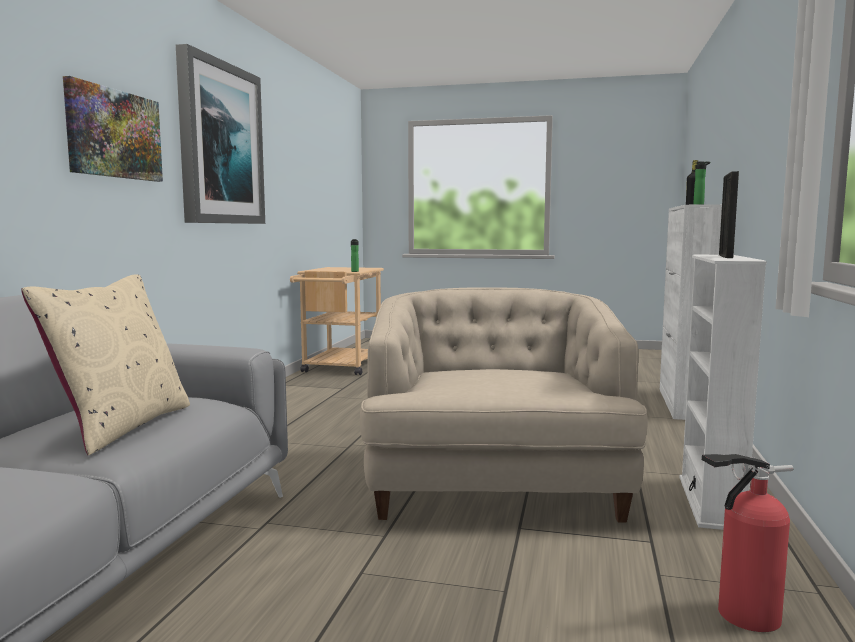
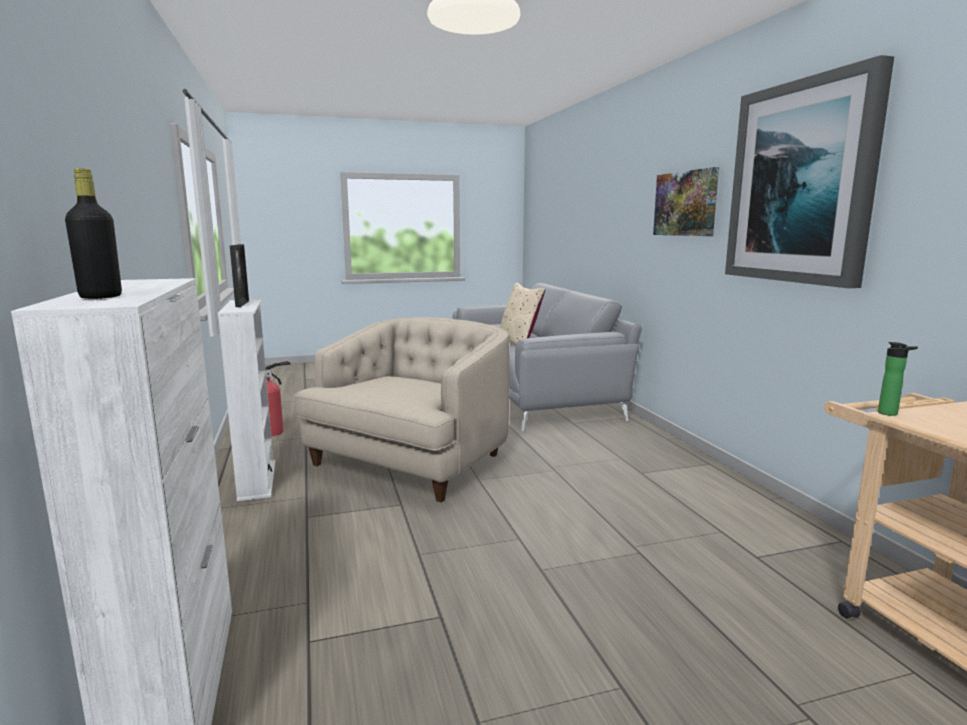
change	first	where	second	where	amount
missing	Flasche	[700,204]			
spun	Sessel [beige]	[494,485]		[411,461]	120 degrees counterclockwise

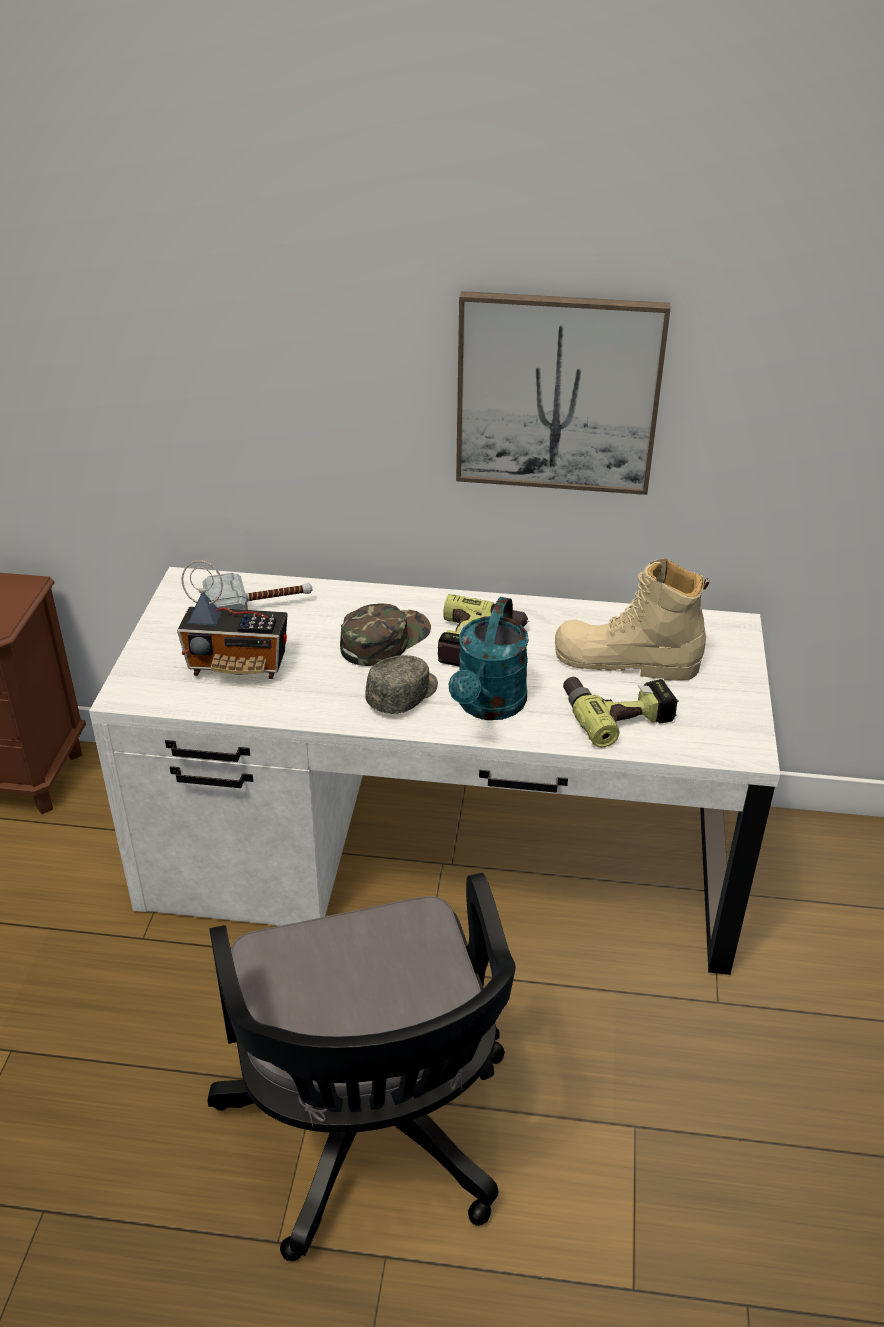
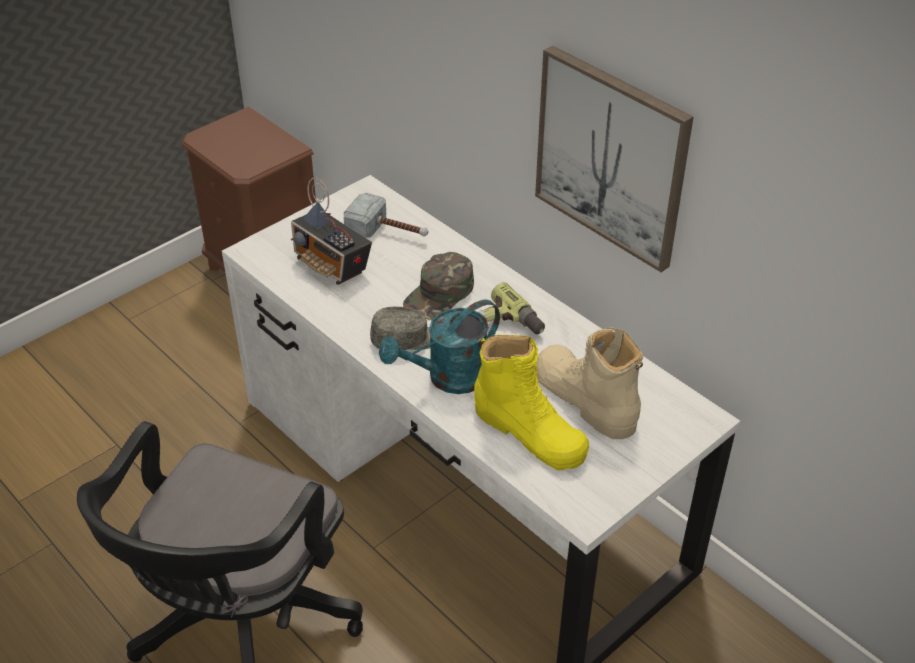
change	first	where	second	where	amount
spun	Kappe [grün]	[384,639]		[440,294]	135 degrees clockwise
exchanged	Bohrmaschine	[617,712]	Stiefel [gelb]	[529,432]	

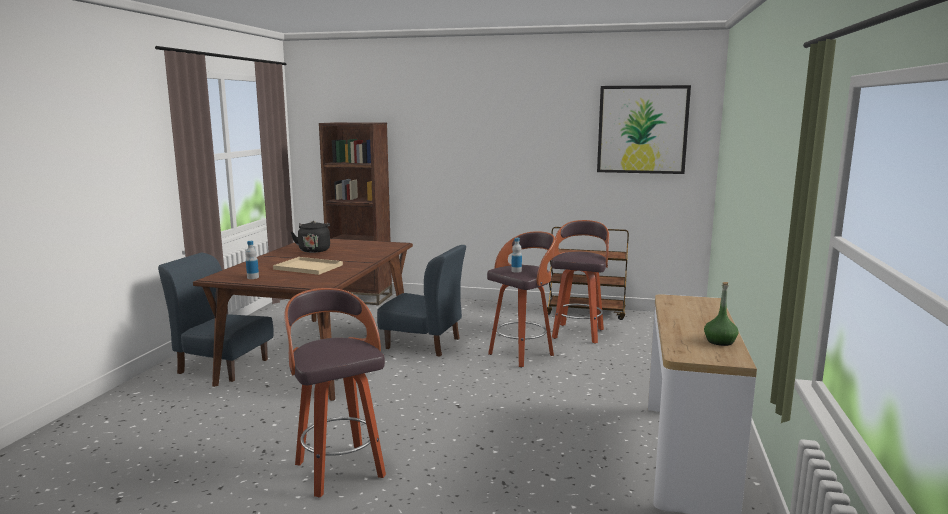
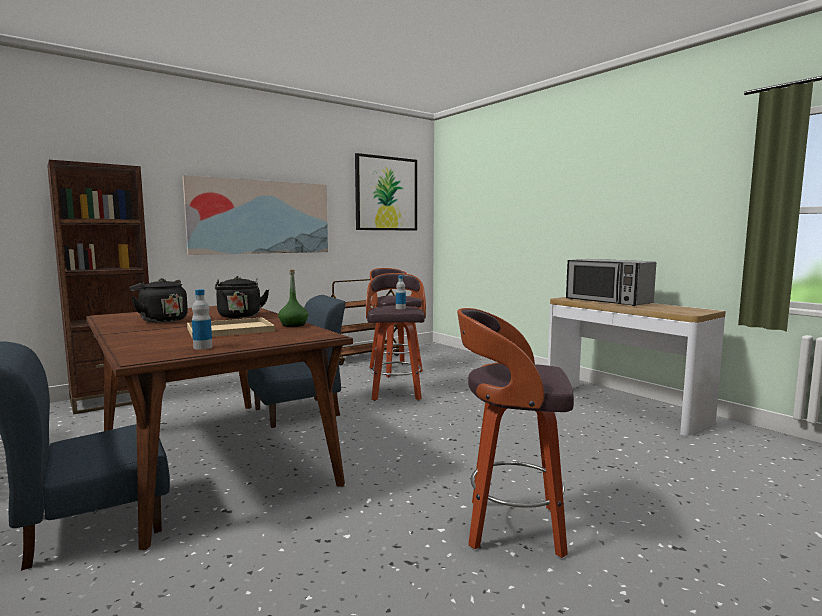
change	first	where	second	where	amount
relocated	Flasche [grün]	[720,341]		[293,325]	
appeared			Bild	[261,217]	
appeared			Mikrowelle	[608,301]	
appeared			Wasserkessel [schwarz]	[240,316]	

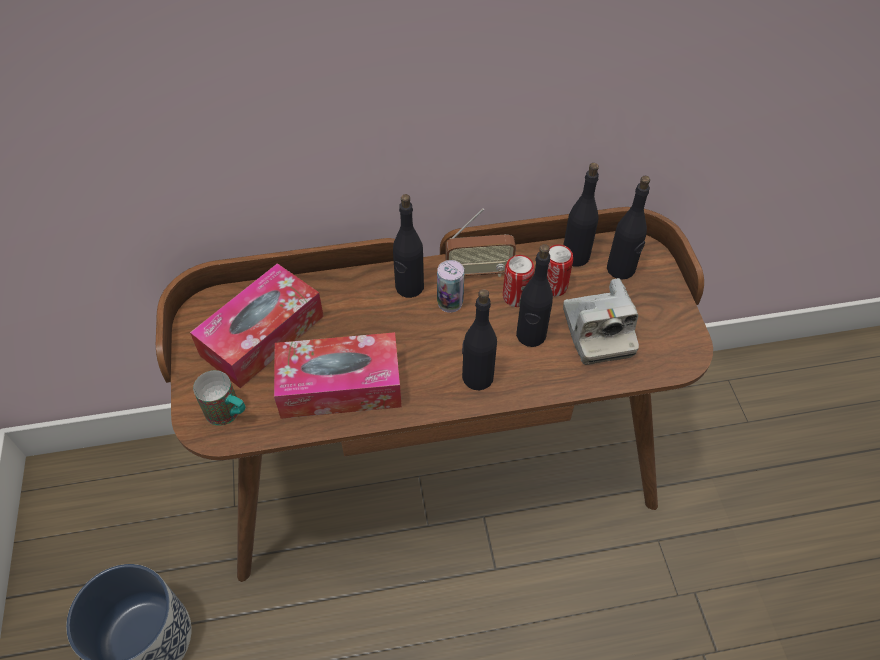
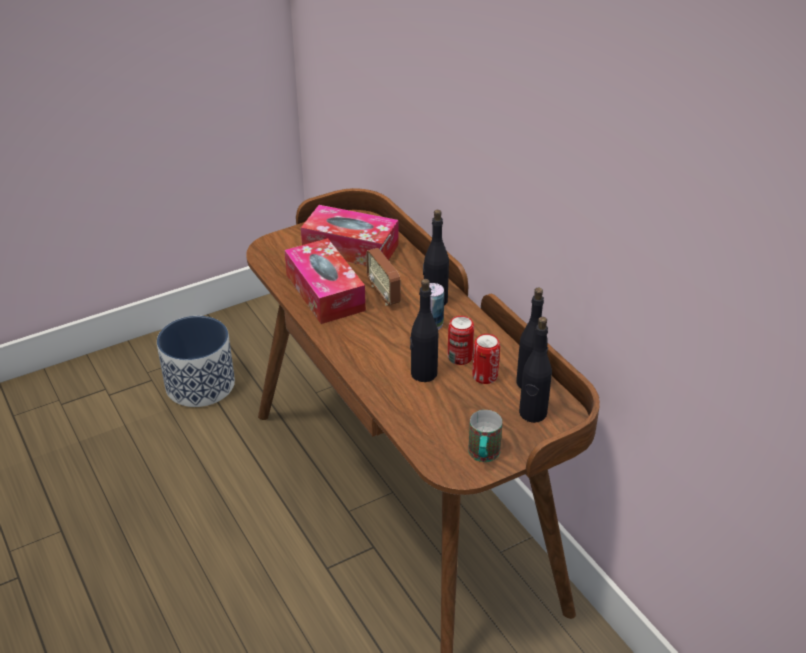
change	first	where	second	where	amount
relocated	Radio	[478,272]		[384,294]	
missing	Kamera	[597,332]			
missing	Flasche [schwarz]	[477,377]			
relocated	Henkelbecher	[229,414]		[483,456]	

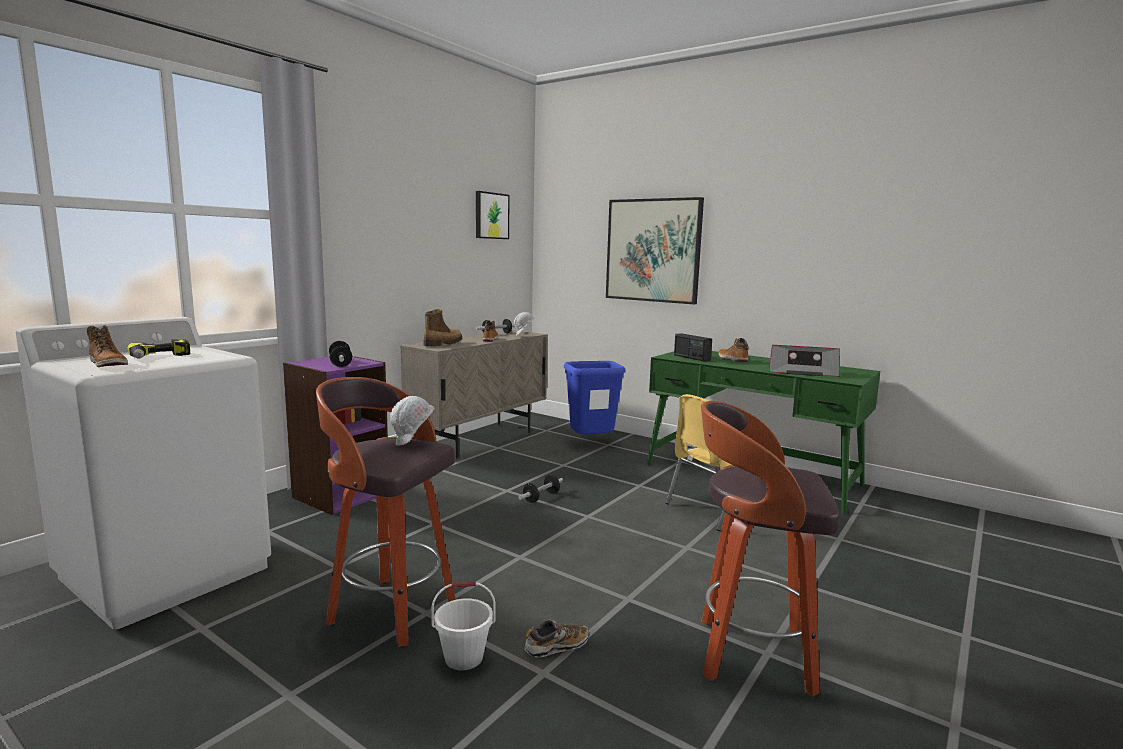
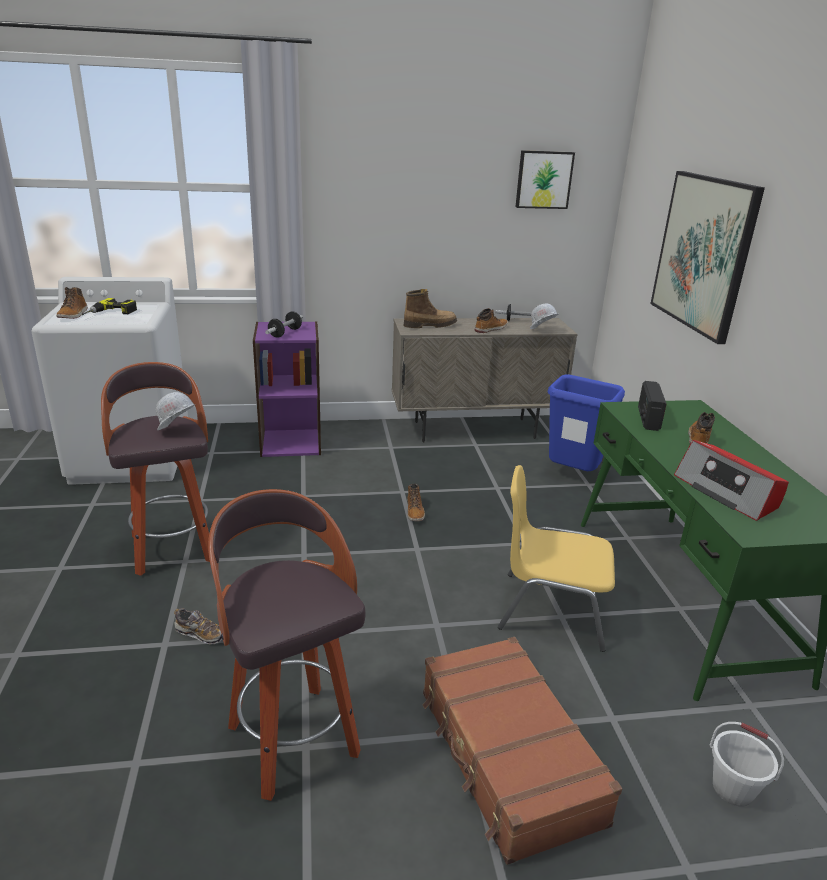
change	first	where	second	where	amount
exchanged	Hantel	[541,497]	Stiefel	[415,512]	
relocated	Eimer [weiß]	[463,658]		[732,789]	
appeared			Koffer [braun]	[507,756]	

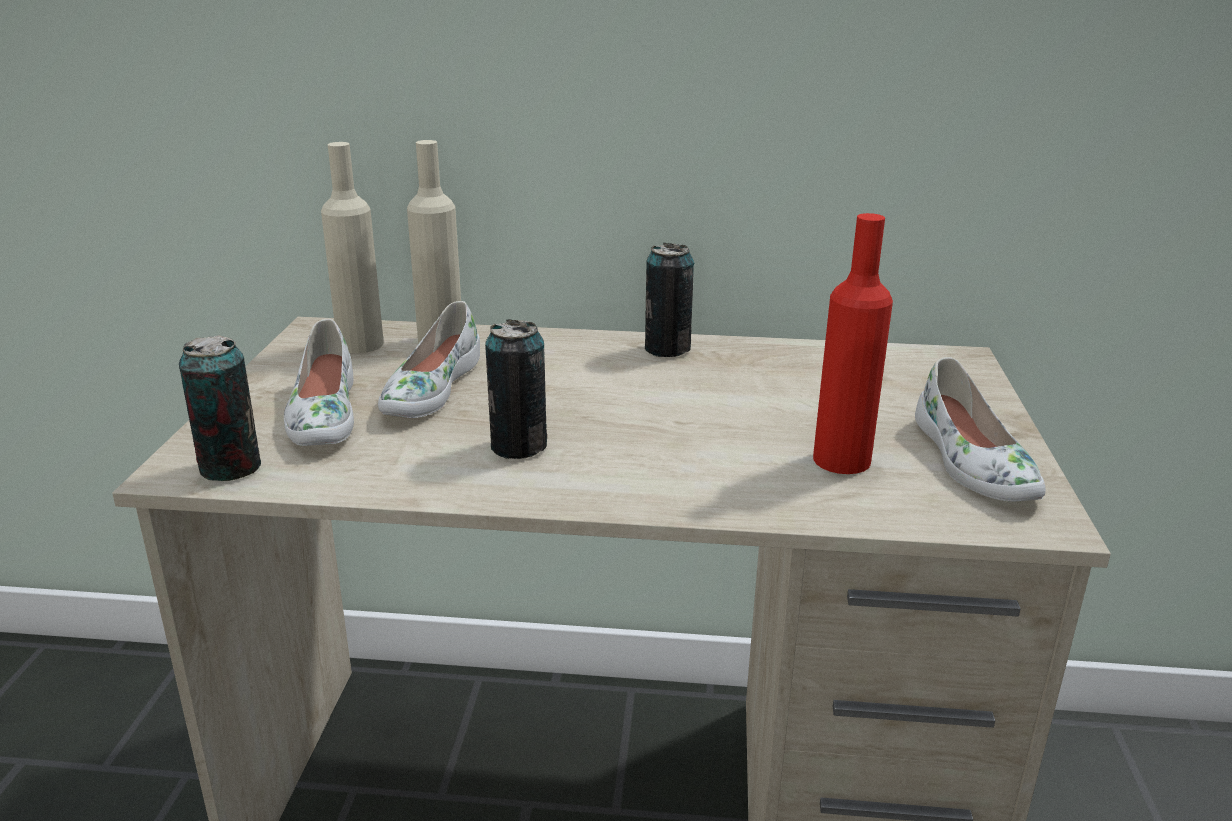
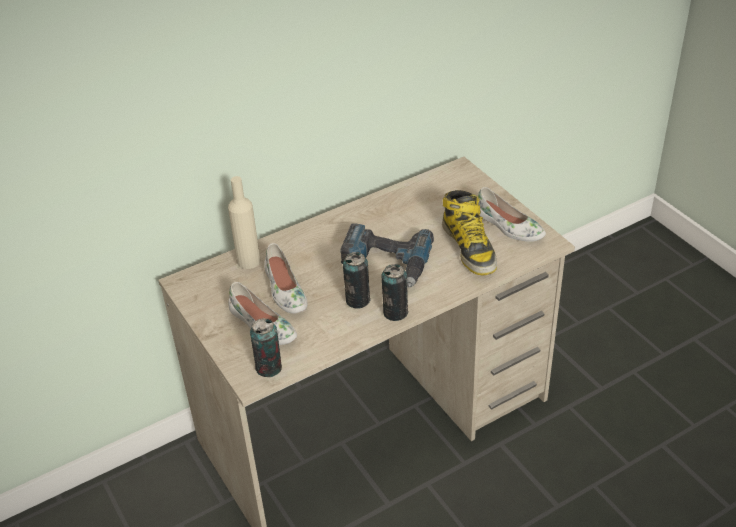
change	first	where	second	where	amount
missing	Flasche [beige]	[360,344]			
exchanged	Flasche [rot]	[841,460]	Stiefel	[469,247]	
relocated	Dose	[667,349]		[395,312]	
appeared			Bohrmaschine	[385,262]	

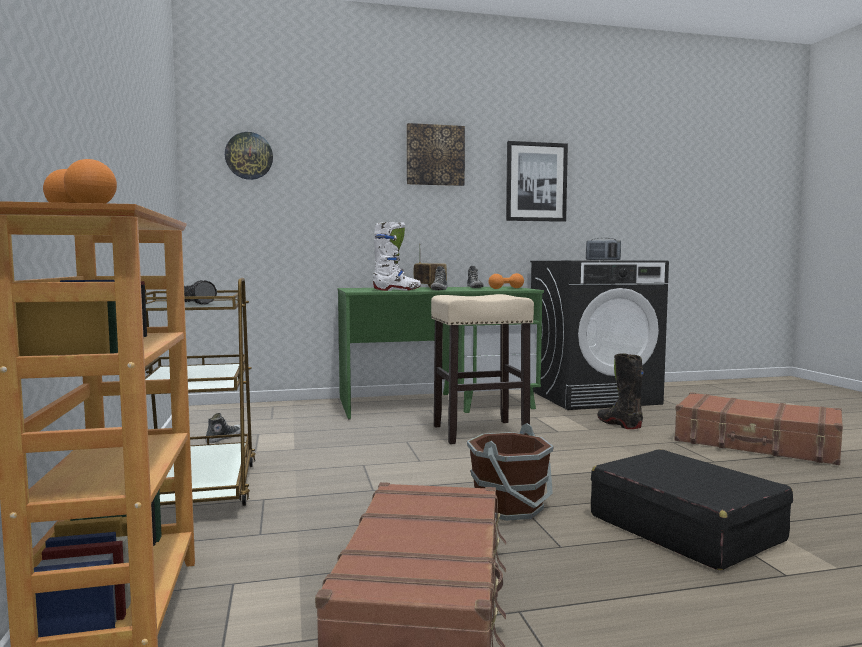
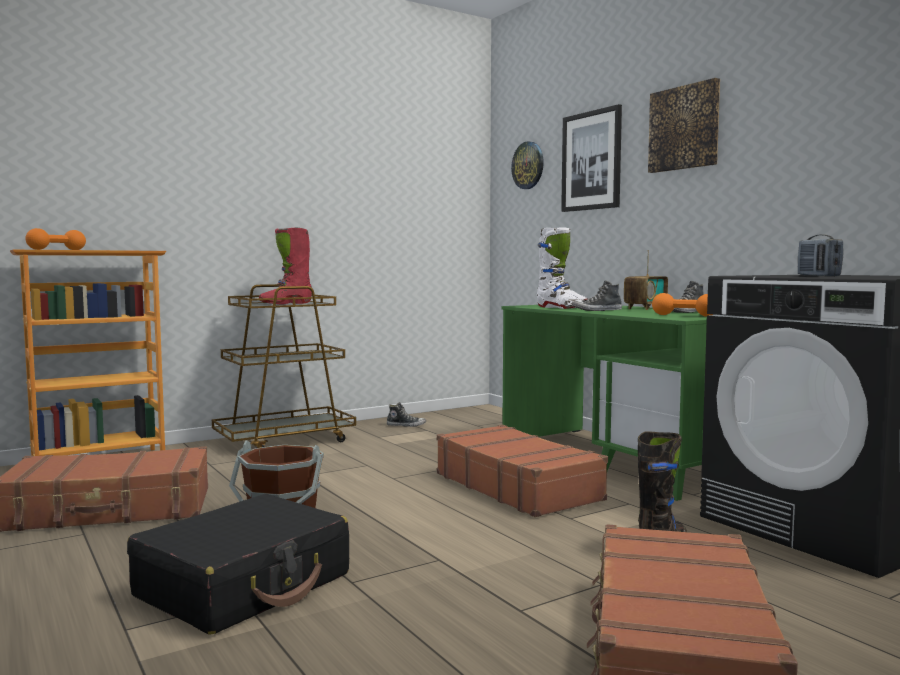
change	first	where	second	where	amount
relocated	Bild	[536,182]		[591,161]	
exchanged	Taschenlampe	[196,303]	Stiefel [rot]	[285,303]	
exchanged	Hocker [beige]	[478,432]	Koffer [braun]	[517,486]	

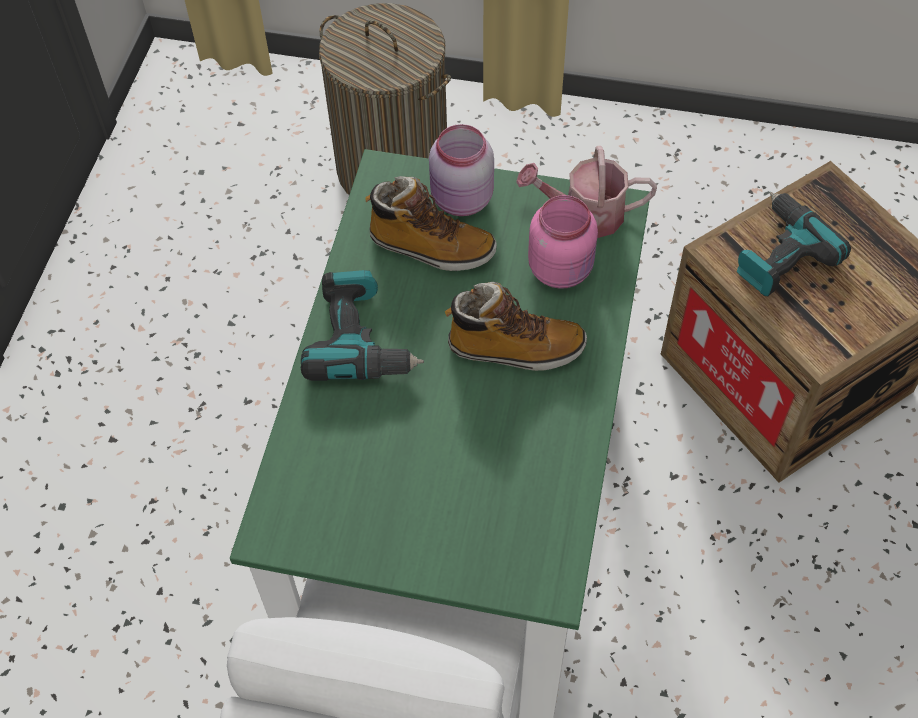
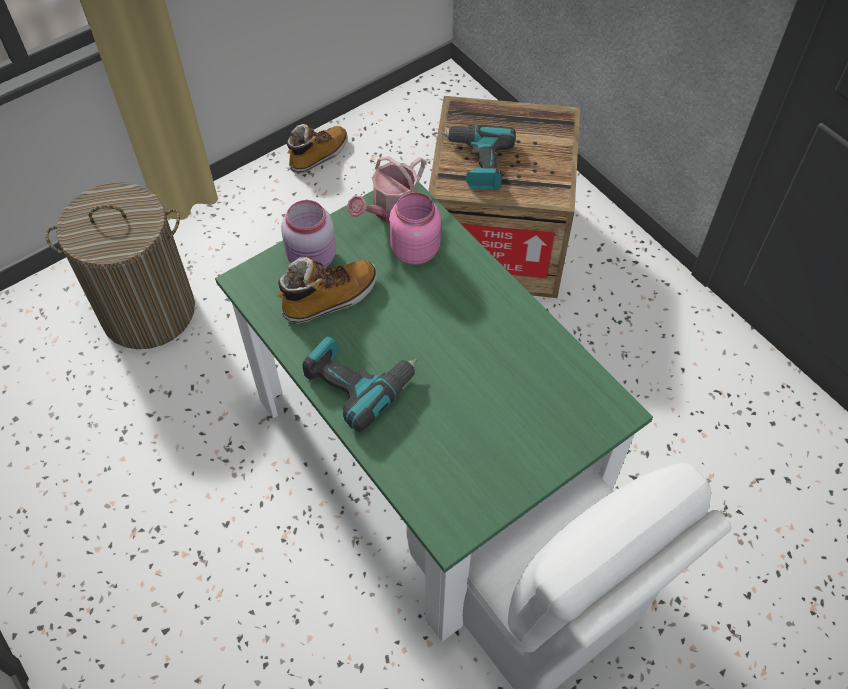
change	first	where	second	where	amount
relocated	Stiefel	[515,348]		[318,155]	

